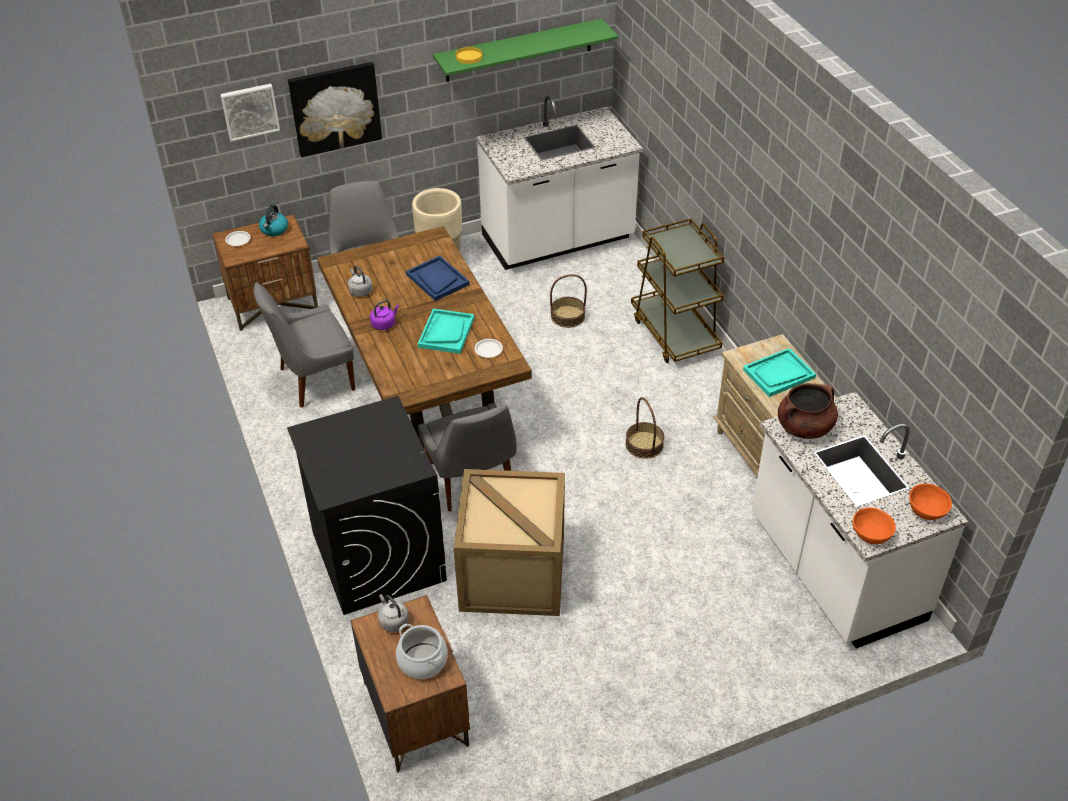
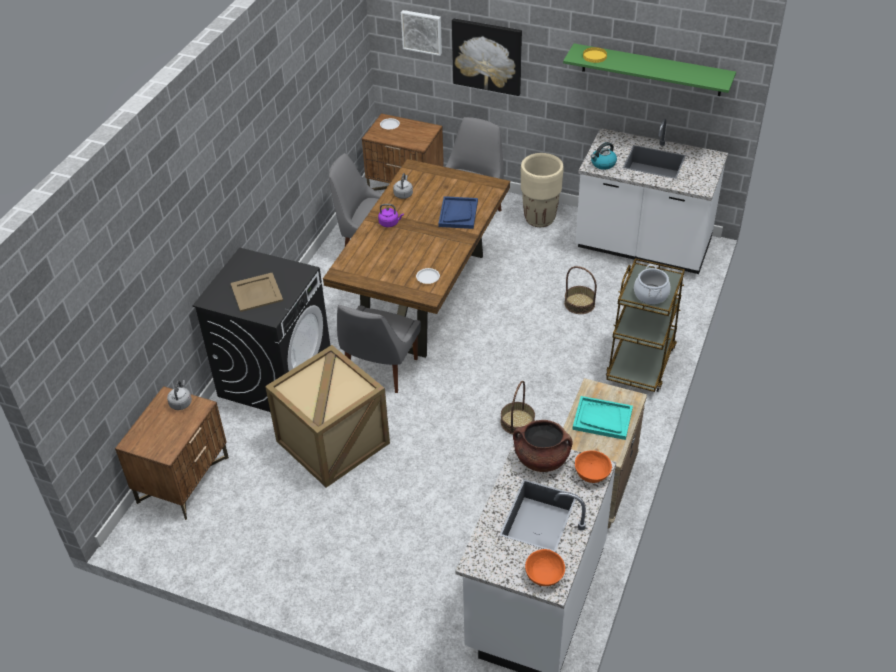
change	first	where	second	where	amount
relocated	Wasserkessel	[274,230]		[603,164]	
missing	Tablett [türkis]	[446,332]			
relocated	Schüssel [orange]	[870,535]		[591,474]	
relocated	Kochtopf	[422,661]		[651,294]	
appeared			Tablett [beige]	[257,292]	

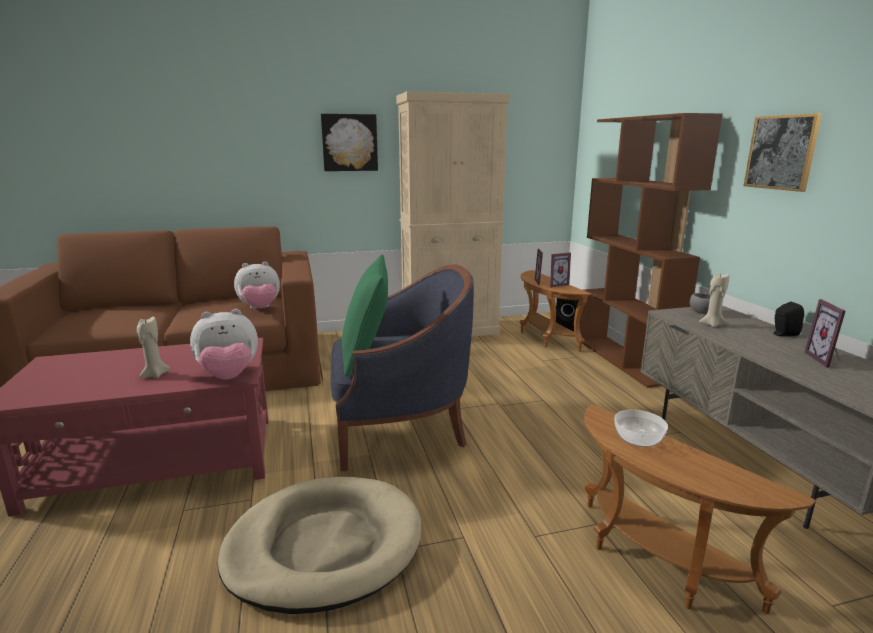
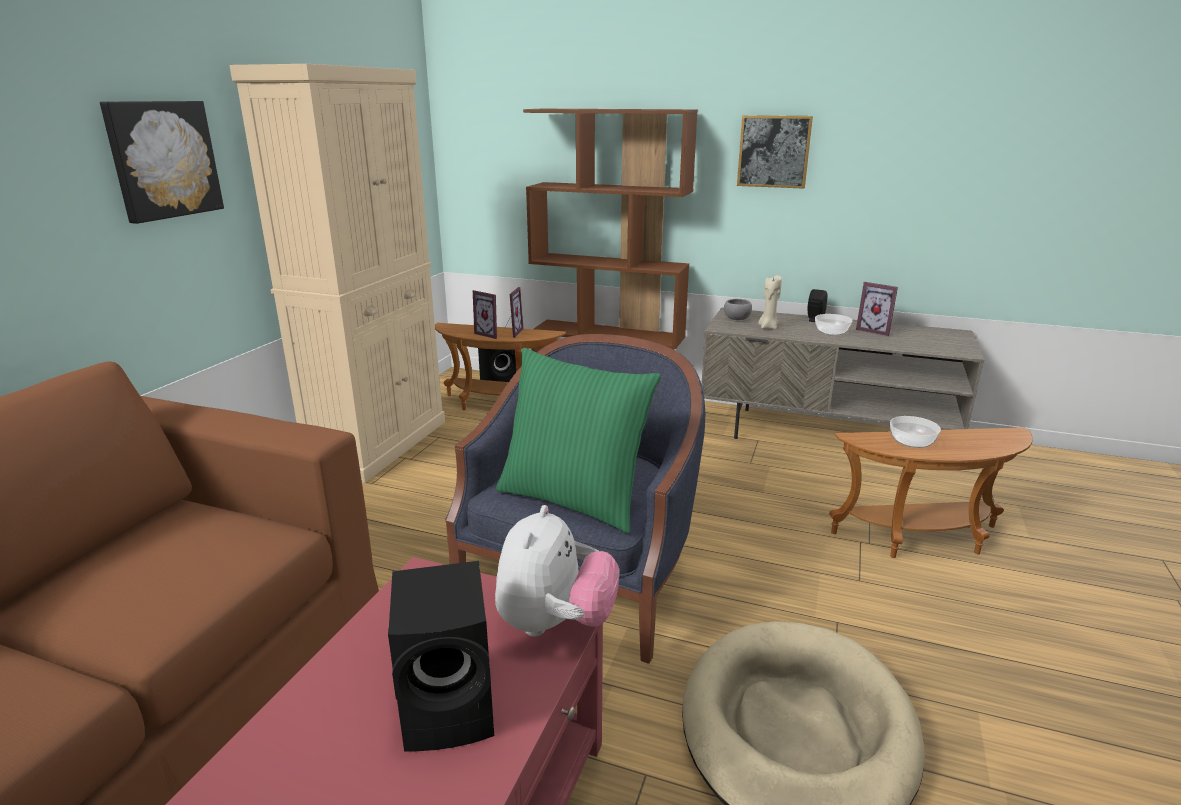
change	first	where	second	where	amount
missing	Plüschtier	[260,308]			
exchanged	Kerze [beige]	[155,375]	Lautsprecher [schwarz]	[452,708]	
appeared			Schüssel	[831,332]	

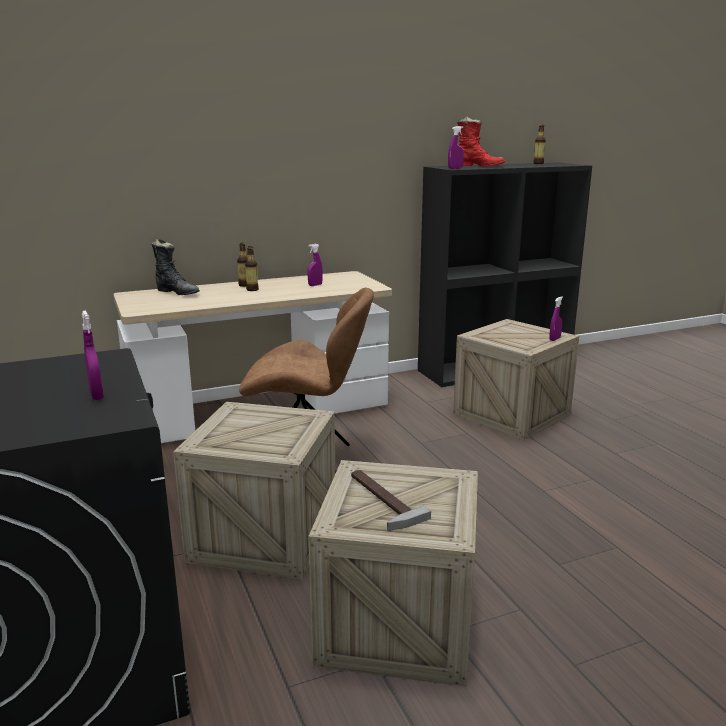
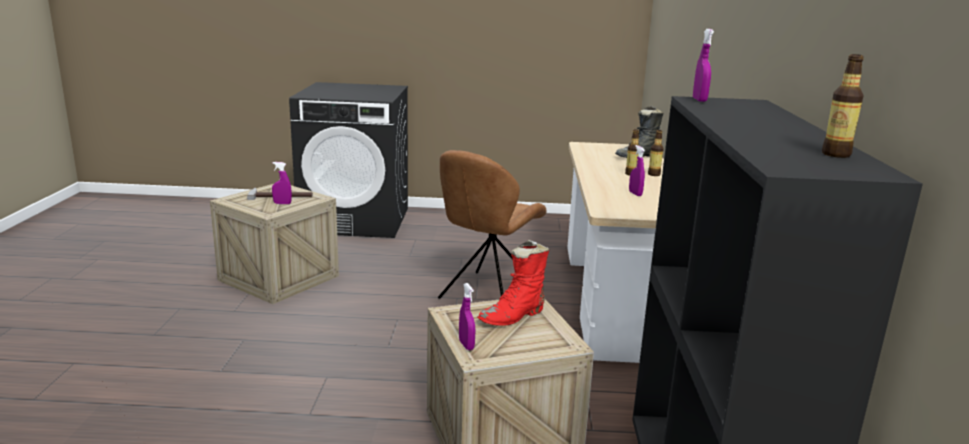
change	first	where	second	where	amount
relocated	Stiefel [rot]	[479,166]		[513,316]	
relocated	Sprühflasche [lila]	[96,395]		[282,203]	
missing	Kiste	[264,535]			

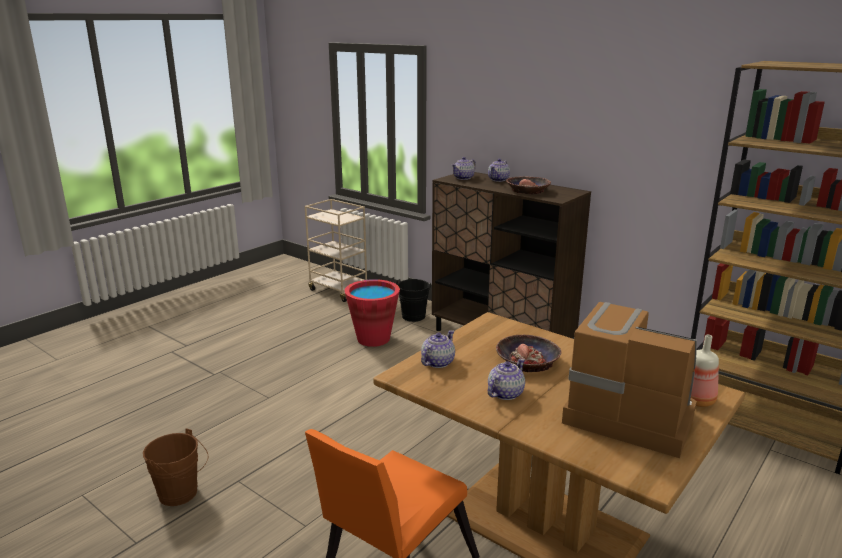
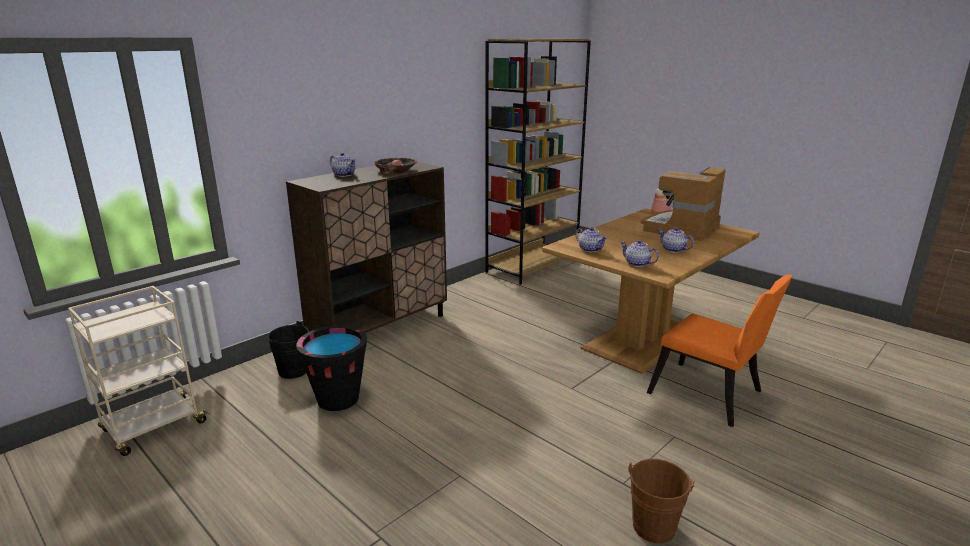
change	first	where	second	where	amount
relocated	Teekanne	[463,178]		[590,249]	
colour	Eimer [rot]	[373,339]	Eimer [schwarz]	[338,399]	
missing	Schüssel	[527,361]			

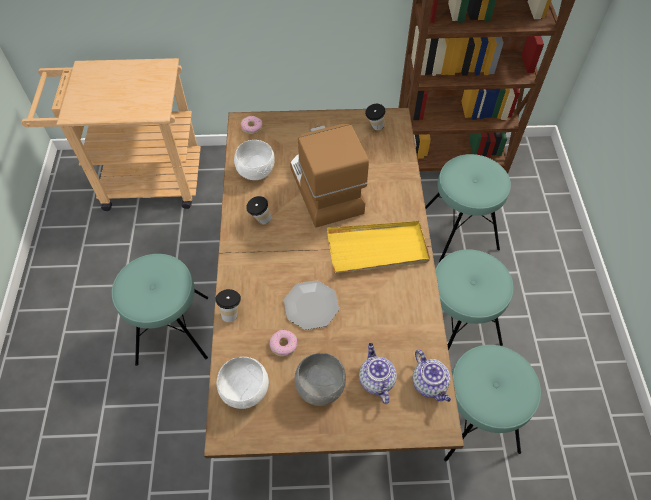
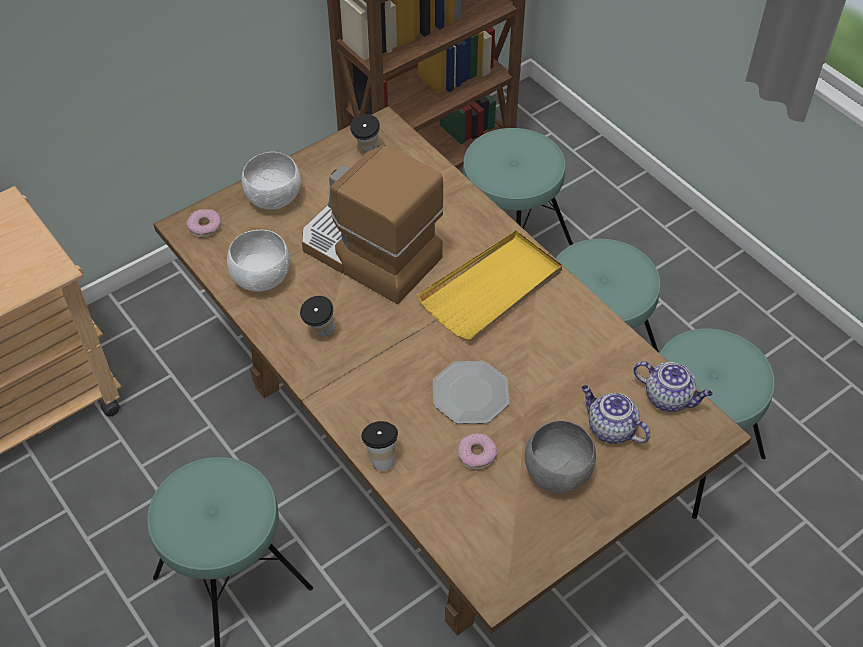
change	first	where	second	where	amount
relocated	Schüssel [weiß]	[245,391]		[275,199]	

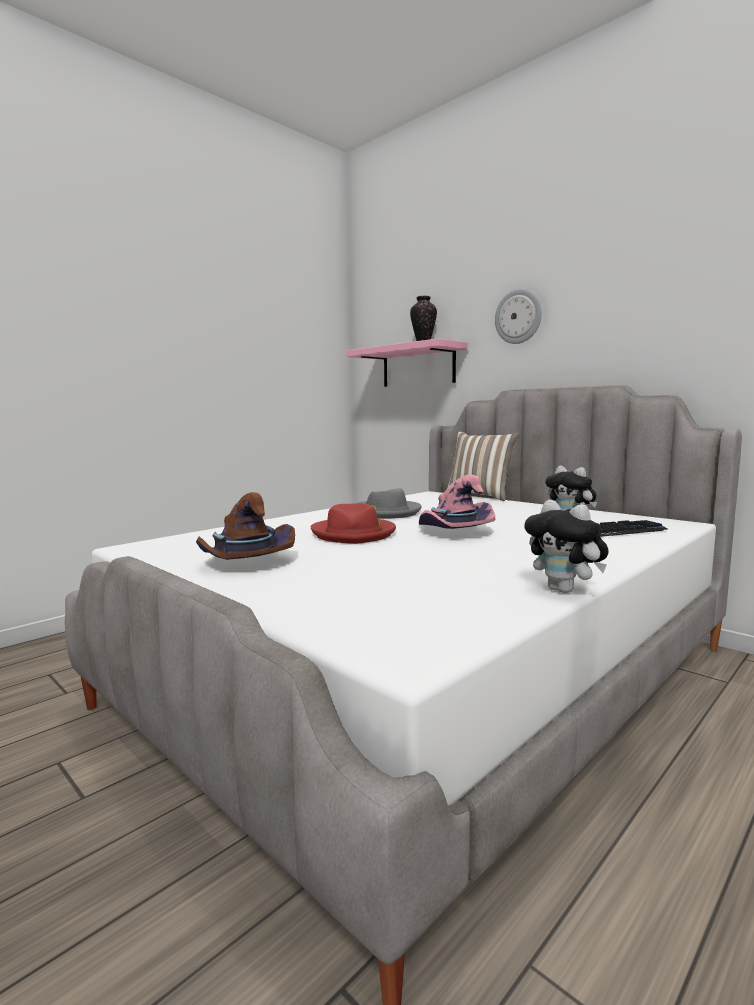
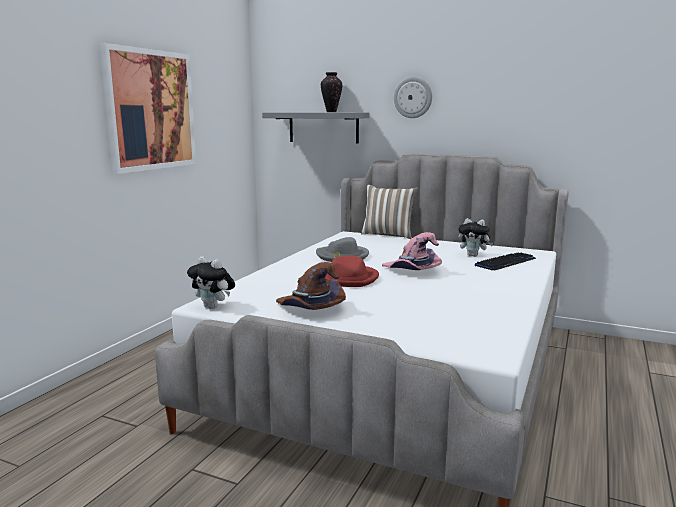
change	first	where	second	where	amount
colour	Wandregal [rosa]	[418,366]	Wandregal [grau]	[323,127]	
relocated	Plüschtier	[565,590]		[213,307]	
appeared			Bild	[151,110]	

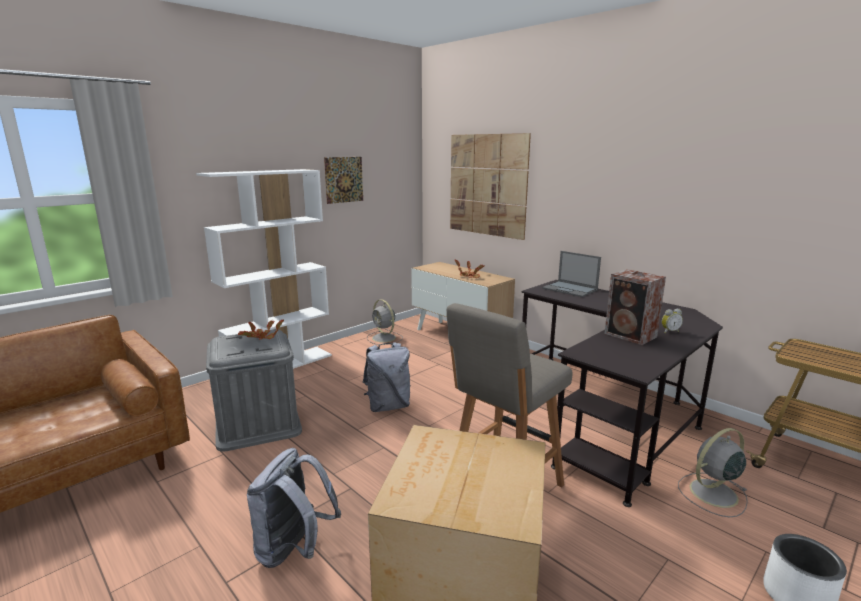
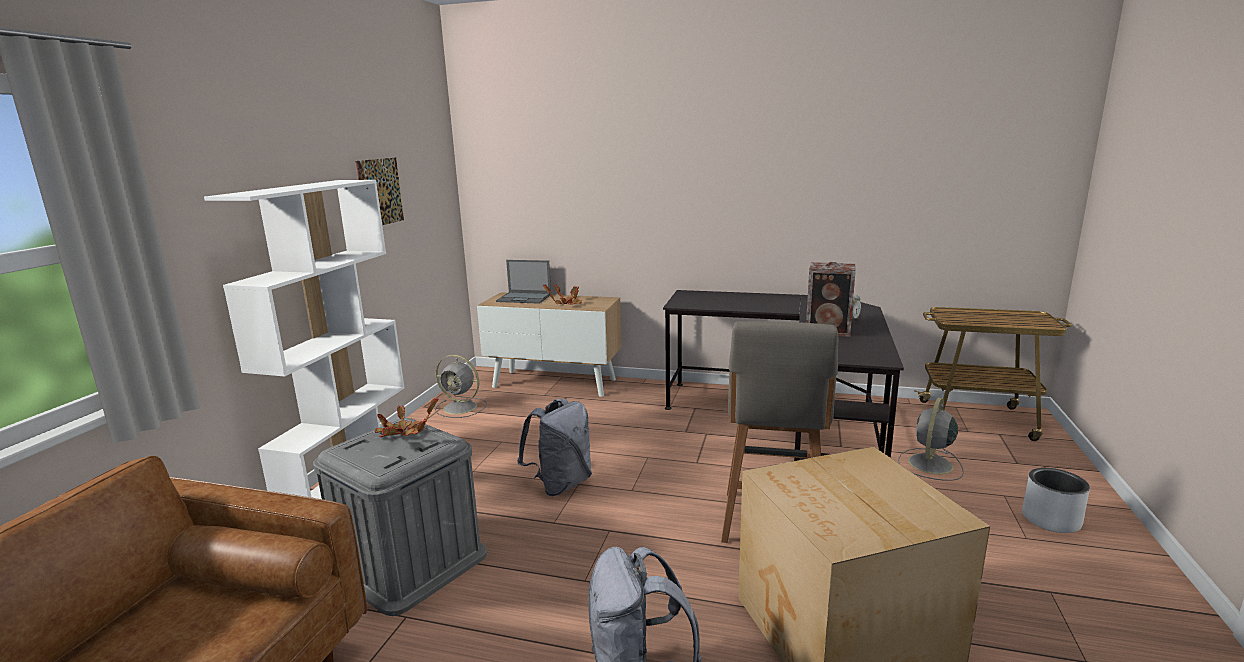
change	first	where	second	where	amount
missing	Bild	[487,185]			
relocated	Laptop	[570,289]		[524,298]	

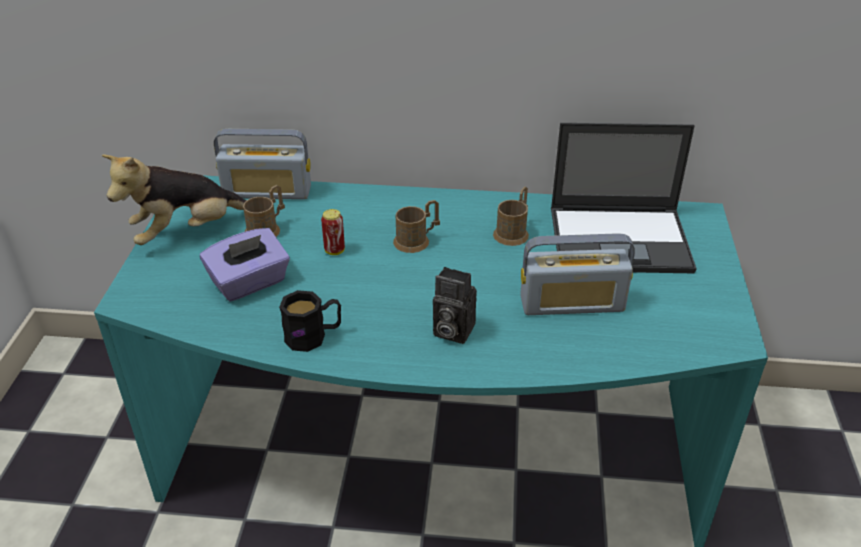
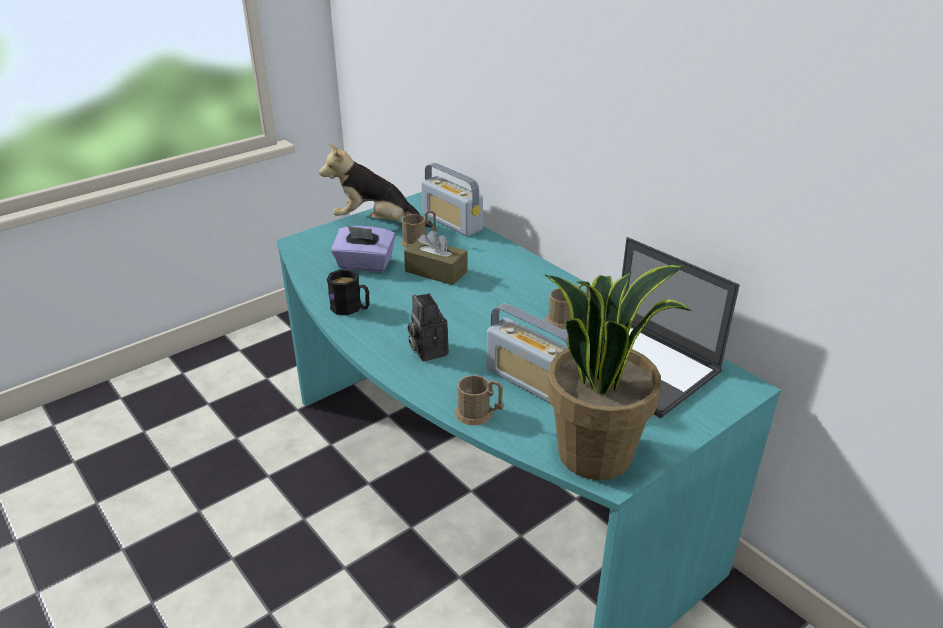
change	first	where	second	where	amount
relocated	Henkelbecher [braun]	[416,241]		[479,414]	
exchanged	Dose	[334,251]	Taschentuchbox [braun]	[436,272]	
appeared			Topfpflanze	[595,453]	

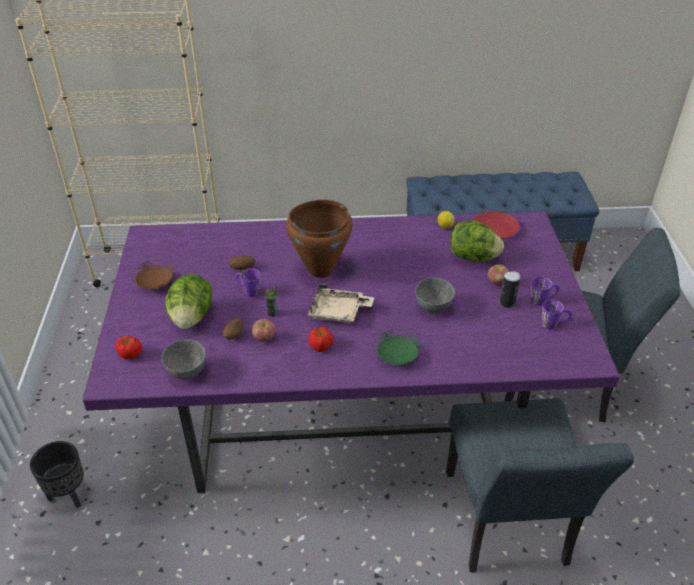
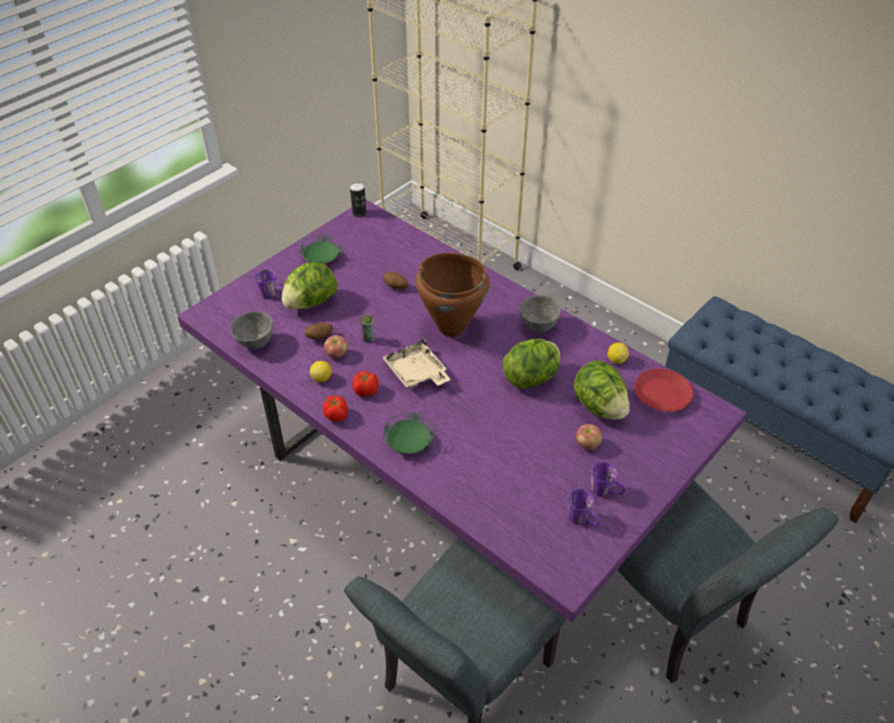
change	first	where	second	where	amount
colour	Teller [braun]	[155,284]	Teller [grün]	[321,258]	
relocated	Henkelbecher [lila]	[248,291]		[267,290]	
relocated	Dose	[507,303]		[359,213]	
relocated	Schüssel [grau]	[434,308]		[539,327]	
relocated	Tomate	[130,354]		[336,415]	
missing	Pflanzkübel [schwarz]	[69,494]			
appeared			Salatkopf	[531,378]	
appeared			Zitrone	[322,378]	

